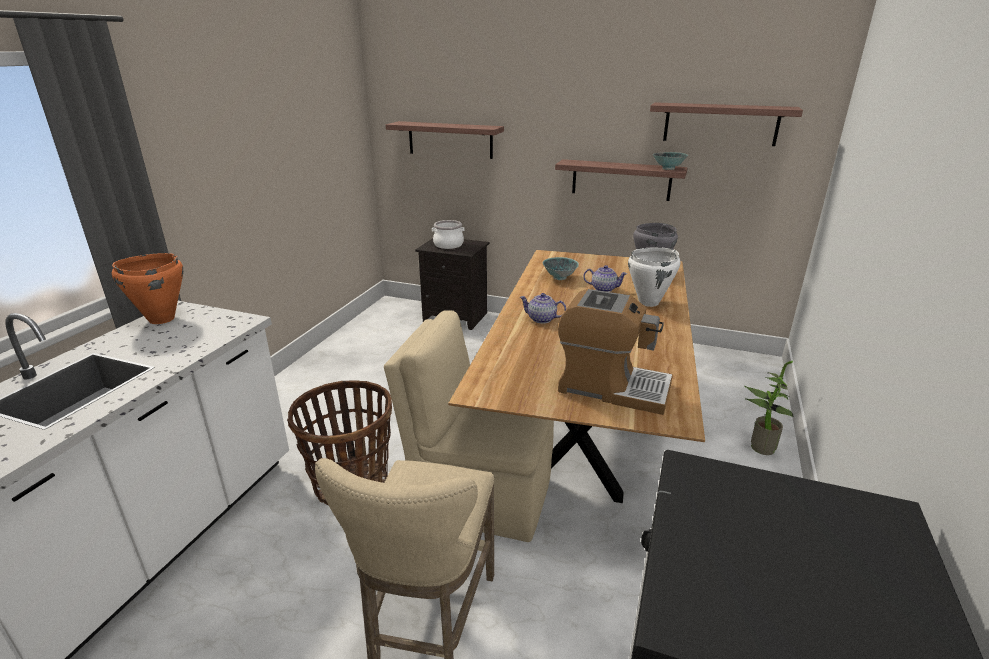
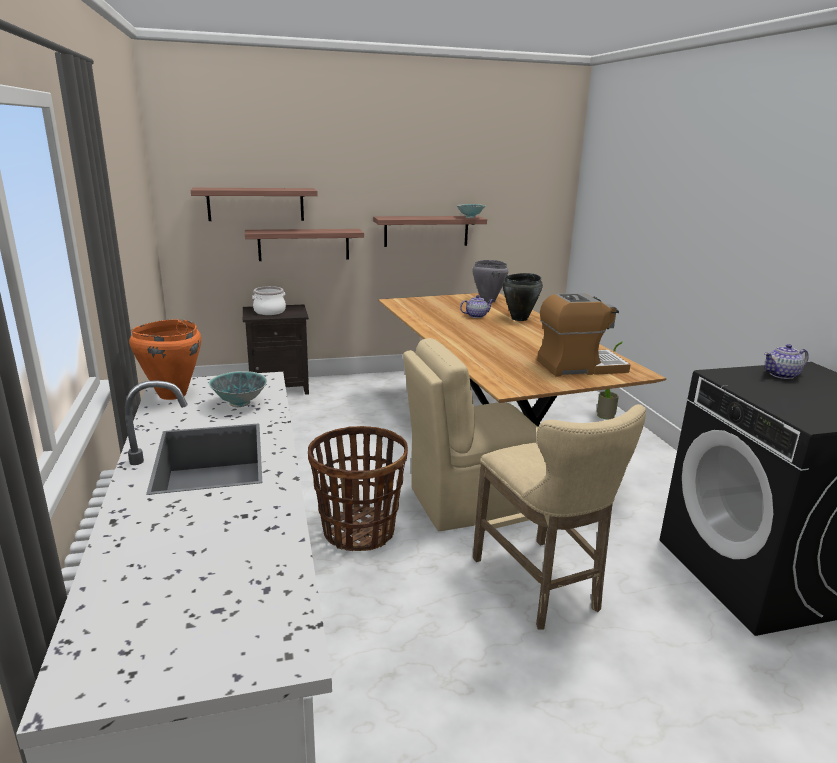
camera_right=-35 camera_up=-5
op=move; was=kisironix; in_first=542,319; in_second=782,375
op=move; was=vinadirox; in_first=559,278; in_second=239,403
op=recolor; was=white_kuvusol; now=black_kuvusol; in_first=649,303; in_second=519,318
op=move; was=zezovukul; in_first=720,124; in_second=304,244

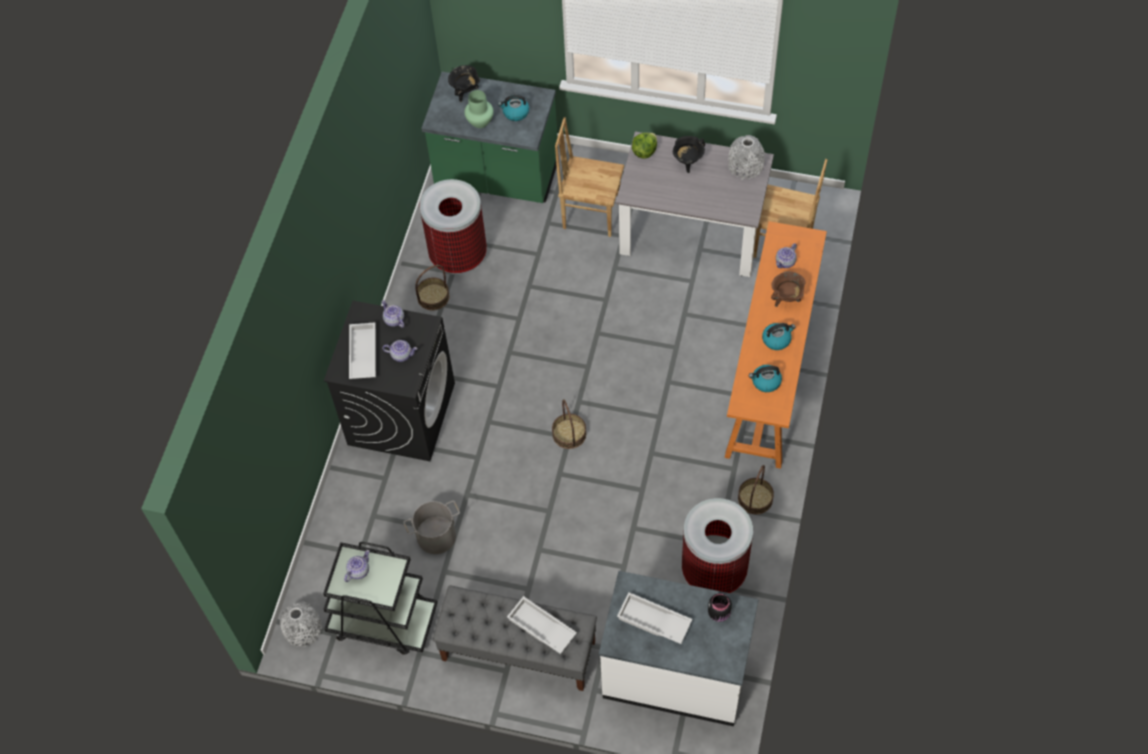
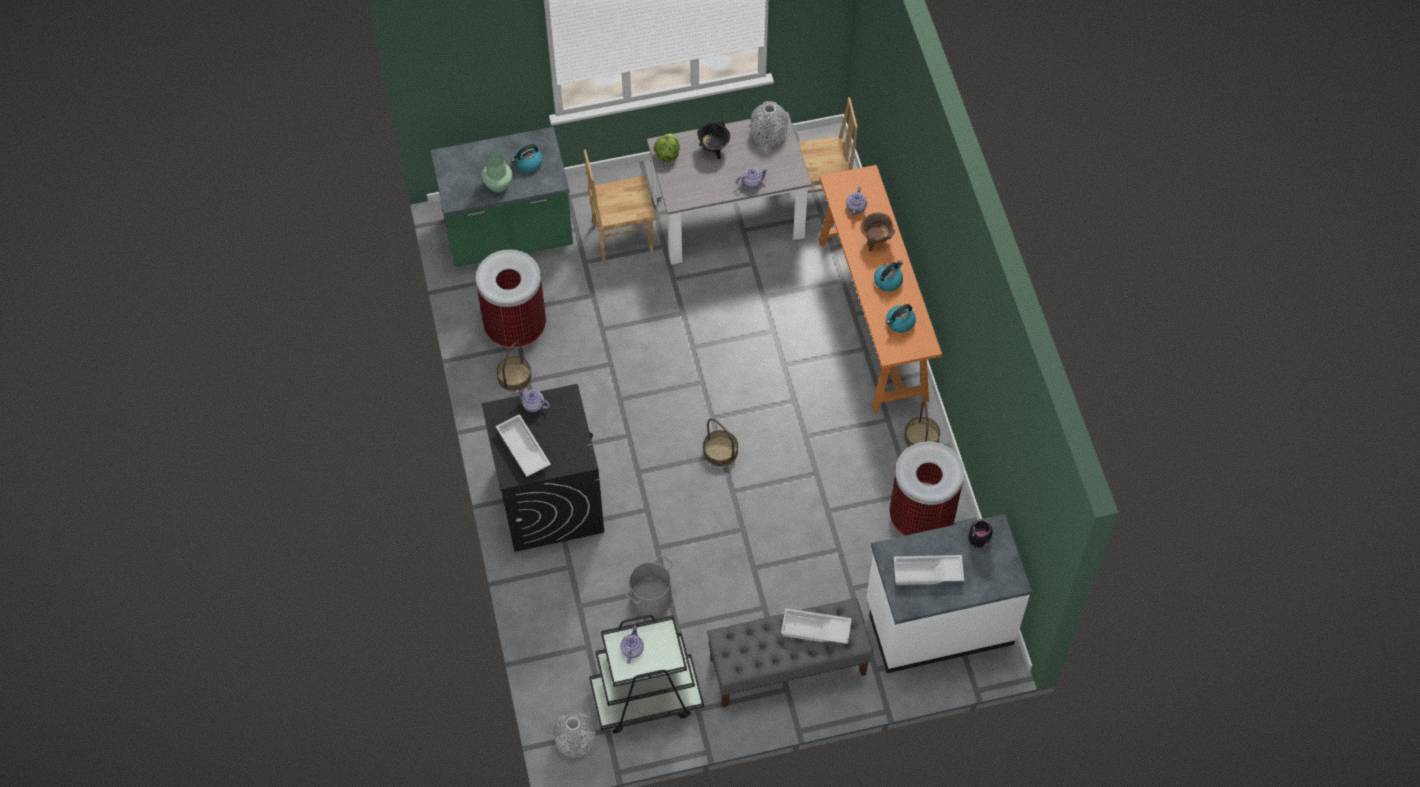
camera_right=-30 camera_up=0
op=move; was=kisironix; in_first=401,354; in_second=752,182
op=delete; was=black_kuvusol; in_first=465,92

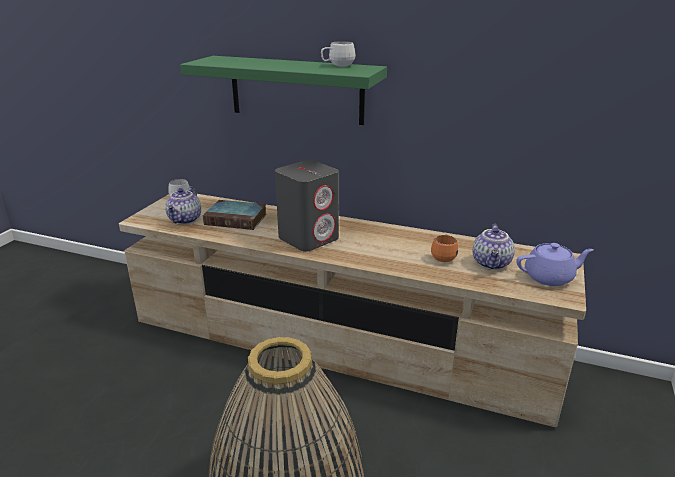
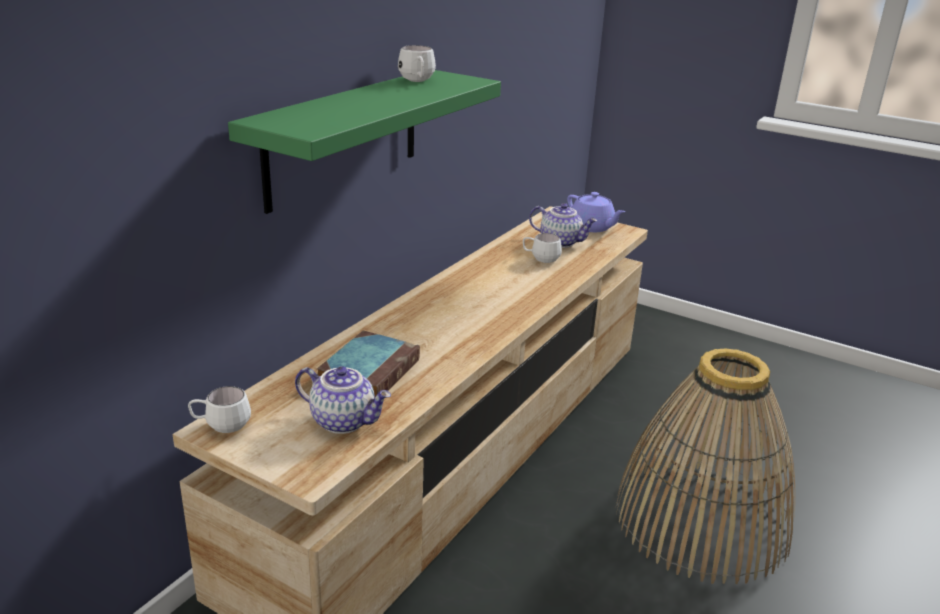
camera_right=-80 camera_up=0
op=delete; was=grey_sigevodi; in_first=309,238
op=recolor; was=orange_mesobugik; now=white_mesobugik; in_first=443,257; in_second=540,259
op=rotate; was=purple_kisironix; in_first=550,277; in_second=592,227; clockwise=135

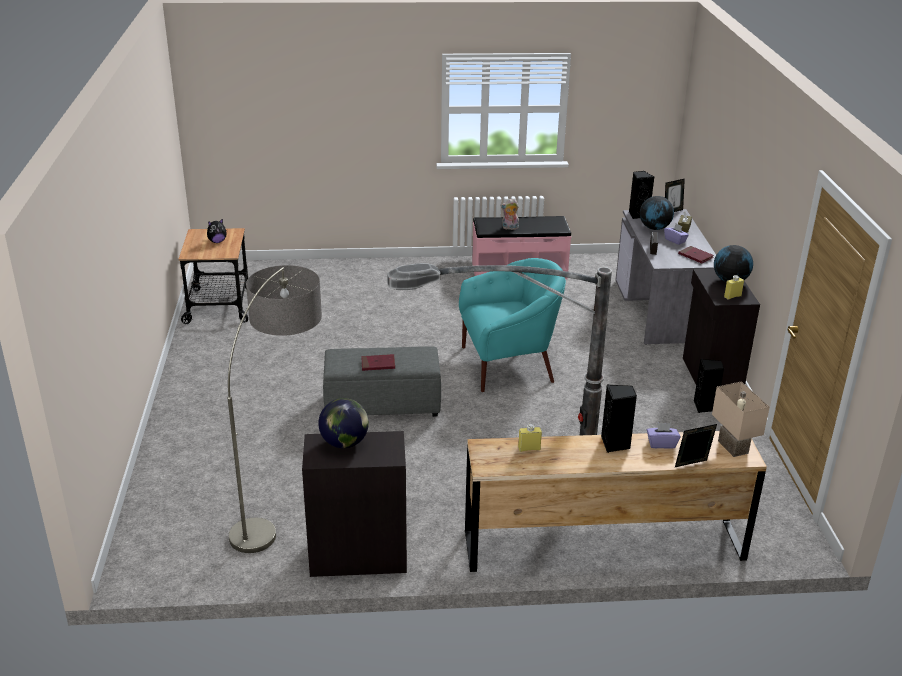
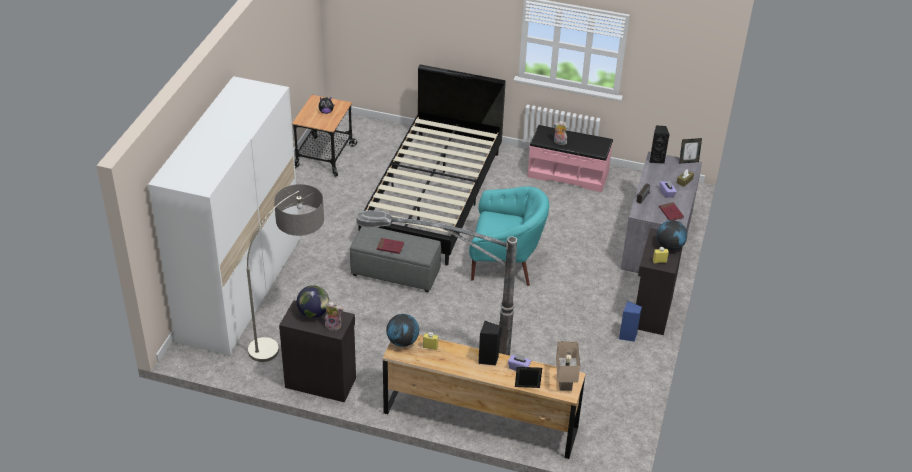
camera_right=20 camera_up=10
op=move; was=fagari; in_first=655,228; in_second=403,342
op=recolor; was=black_sigevodi; now=blue_sigevodi; in_first=705,407; in_second=628,336
op=insert; now=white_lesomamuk; in_second=240,289
op=insert; now=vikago; in_second=334,325
op=insert; now=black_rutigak; in_second=433,197

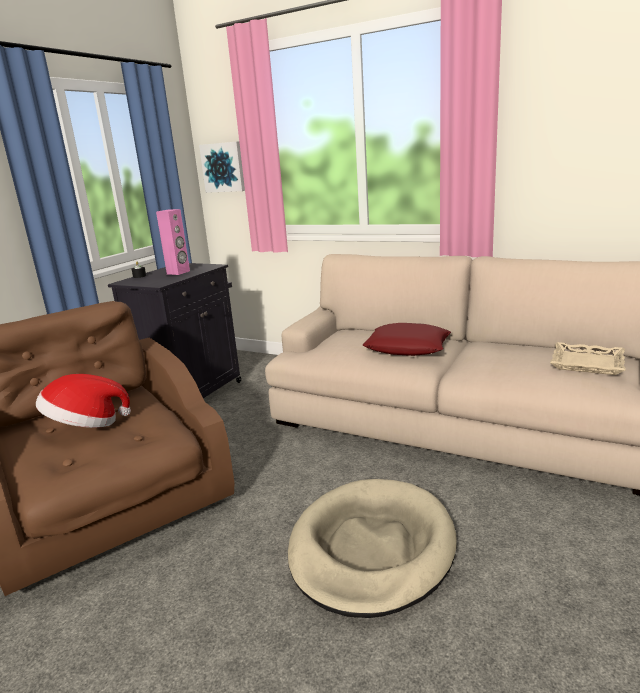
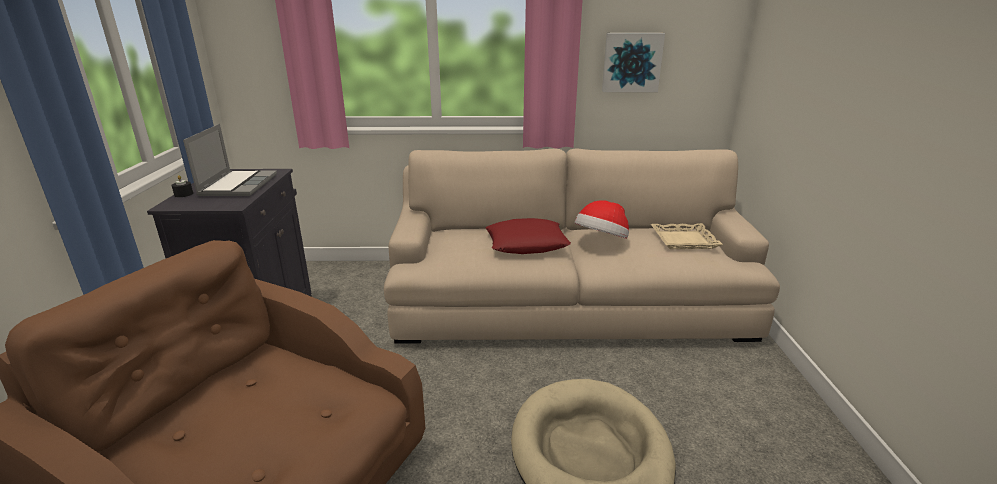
camera_right=-30 camera_up=5
op=move; was=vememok; in_first=86,425; in_second=601,241
op=replace; was=pink_sigevodi; now=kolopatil; in_first=178,272; in_second=238,185
op=move; was=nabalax; in_first=224,167; in_second=631,62

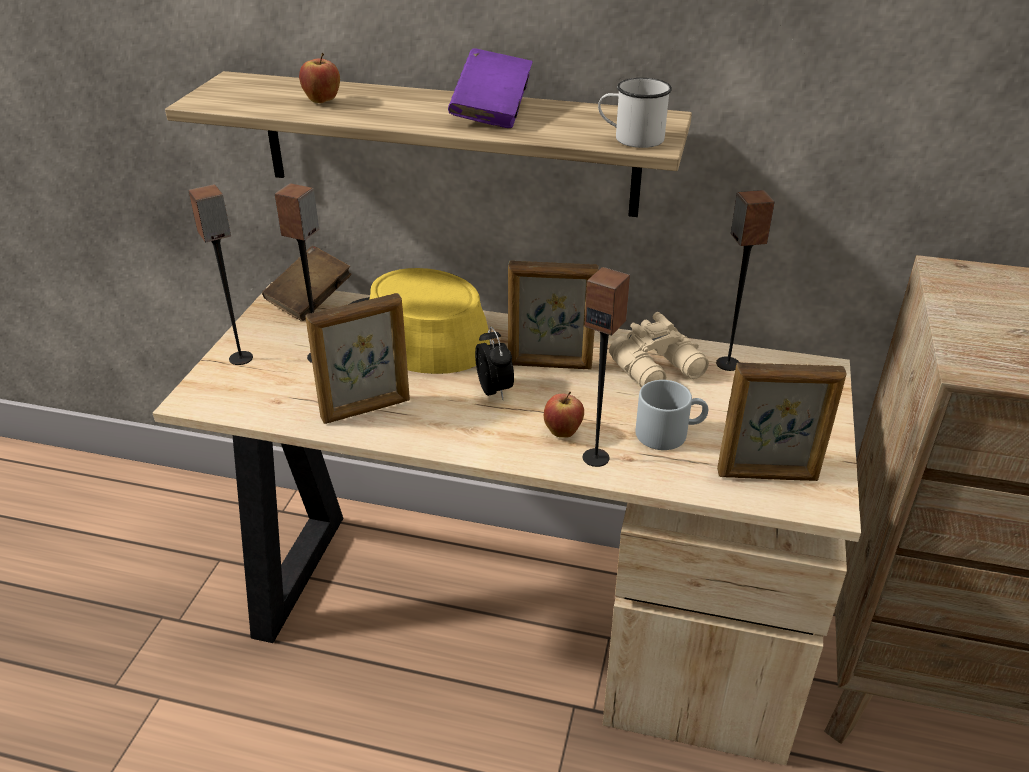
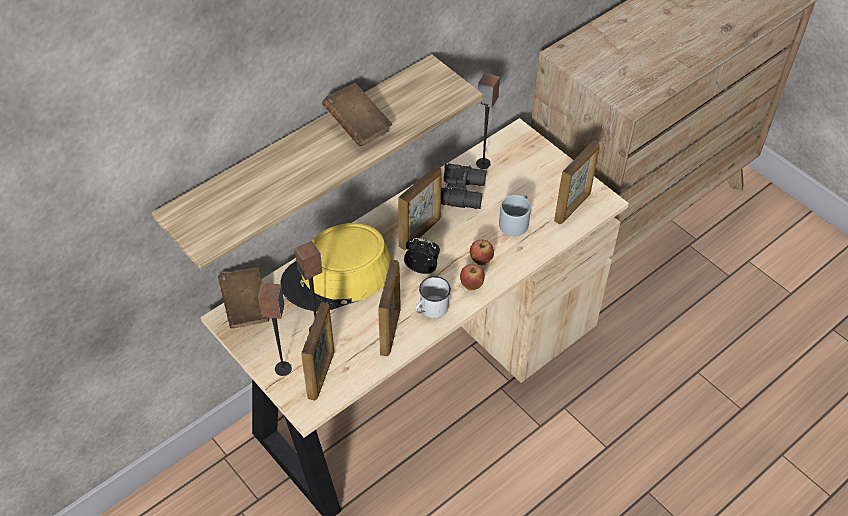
camera_right=-55 camera_up=15
op=move; was=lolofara; in_first=322,102; in_second=471,285
op=recolor; was=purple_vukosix; now=brown_vukosix; in_first=492,112; in_second=357,126
op=delete; was=sigevodi; in_first=596,457
op=move; was=white_mesobugik; in_first=631,138; in_second=430,309
op=recolor; was=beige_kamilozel; now=black_kamilozel; in_first=659,369; in_second=464,192
op=insert; now=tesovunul; in_second=321,374

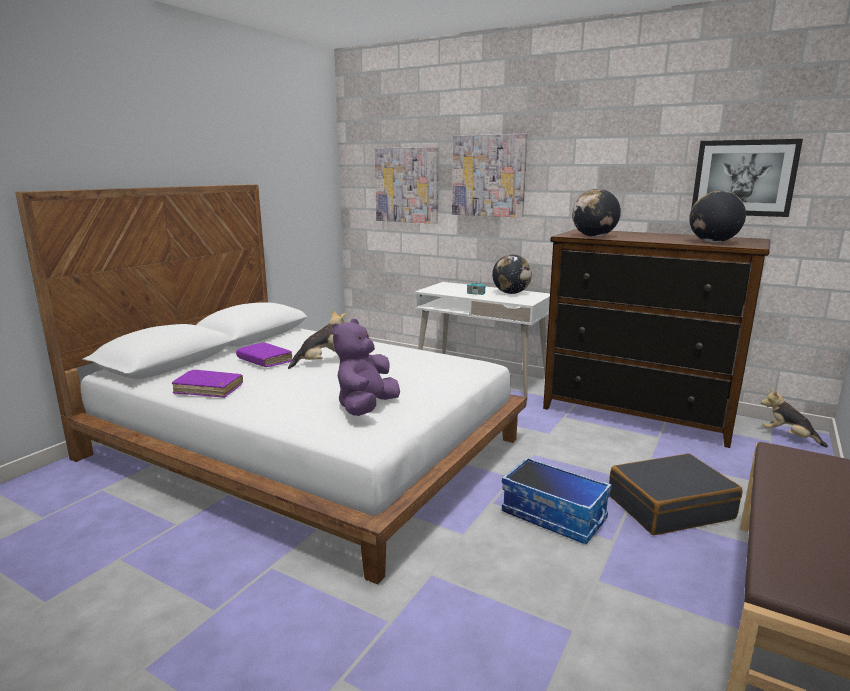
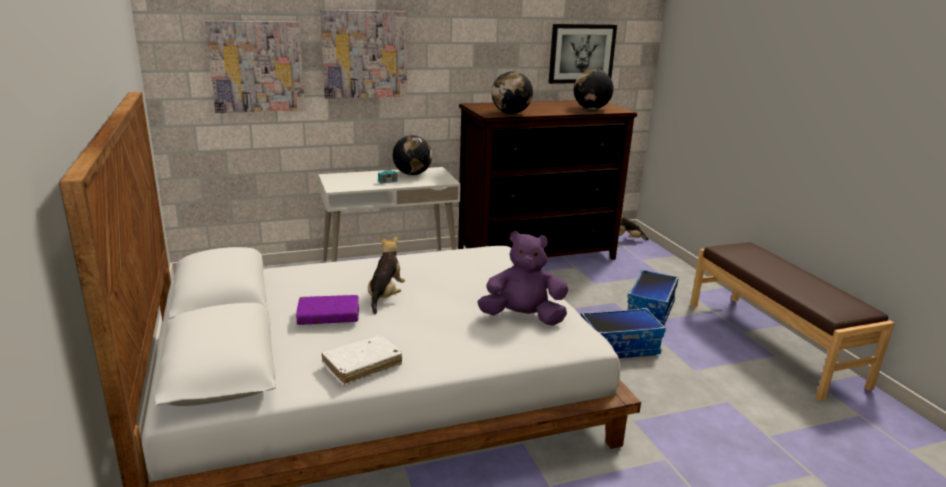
camera_right=-50 camera_up=5
op=recolor; was=purple_vukosix; now=white_vukosix; in_first=209,389; in_second=362,366
op=rotate; was=purple_vikago; in_first=366,408; in_second=523,318; clockwise=120
op=replace; was=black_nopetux; now=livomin; in_first=669,506; in_second=651,310

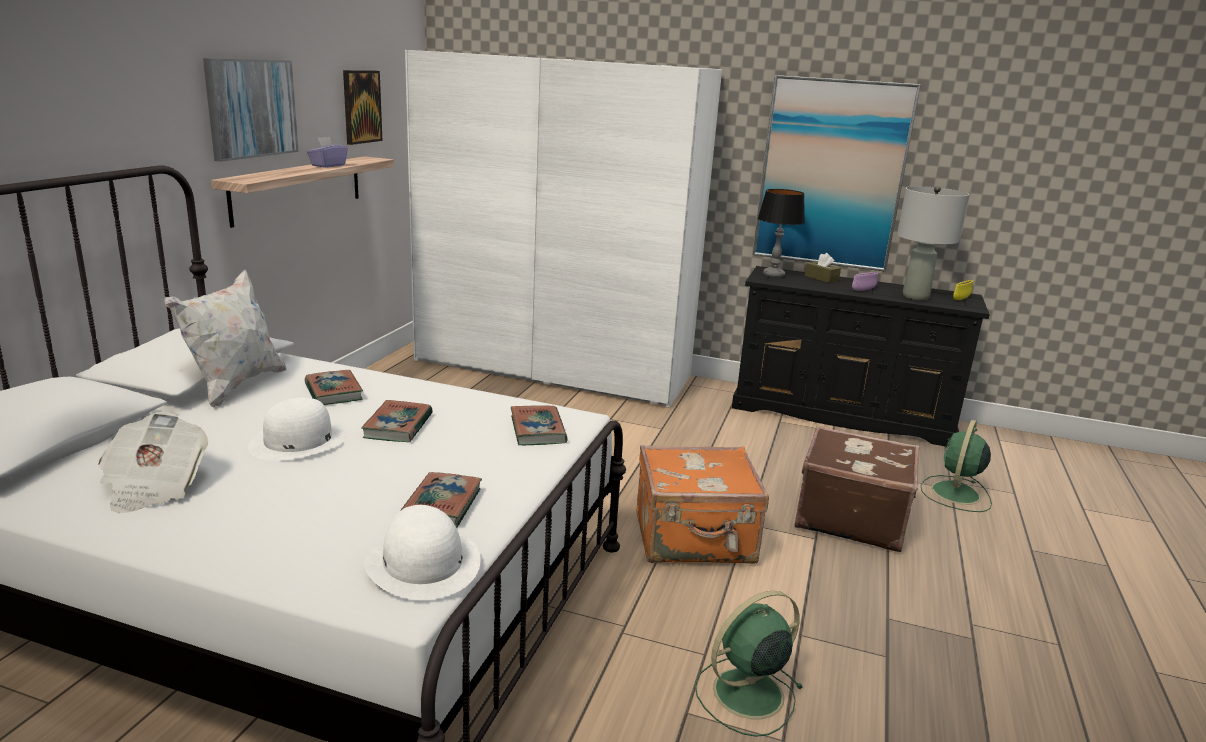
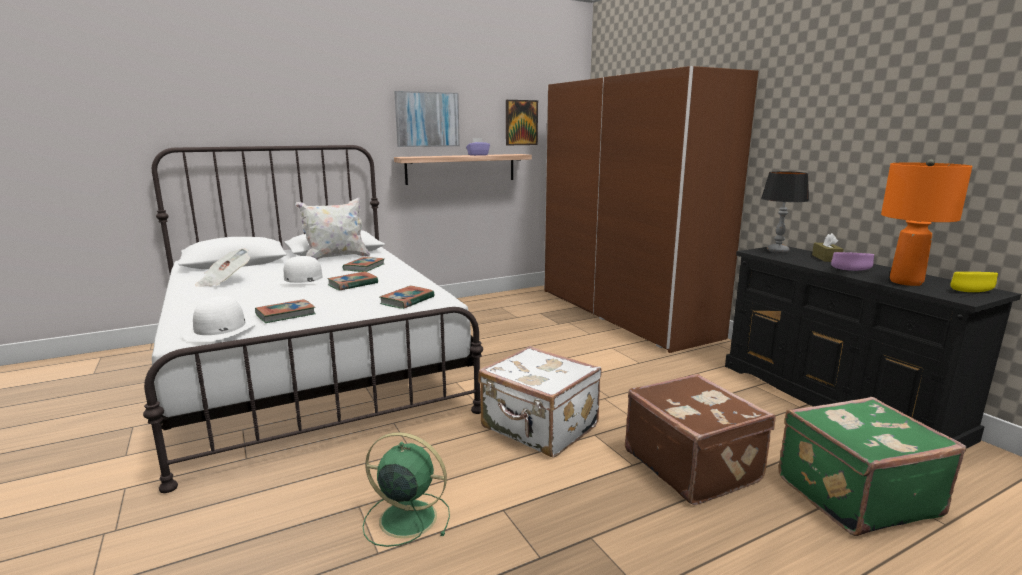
camera_right=45 camera_up=-5
op=recolor; was=white_lesomamuk; now=brown_lesomamuk; in_first=553,369; in_second=624,312
op=recolor; was=orange_nopetux; now=white_nopetux; in_first=695,539; in_second=539,428
op=delete; was=nabalax; in_first=831,174
op=recolor; was=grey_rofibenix; now=orange_rofibenix; in_first=916,296; in_second=906,282
op=replace; was=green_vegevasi; now=green_nopetux; in_first=955,494; in_second=853,494

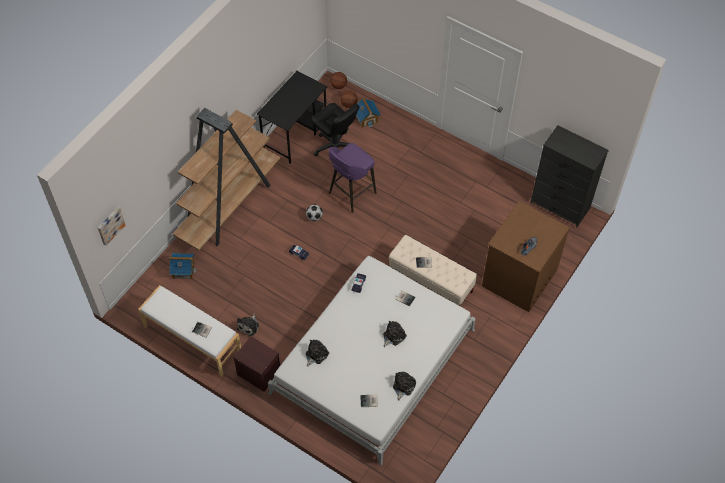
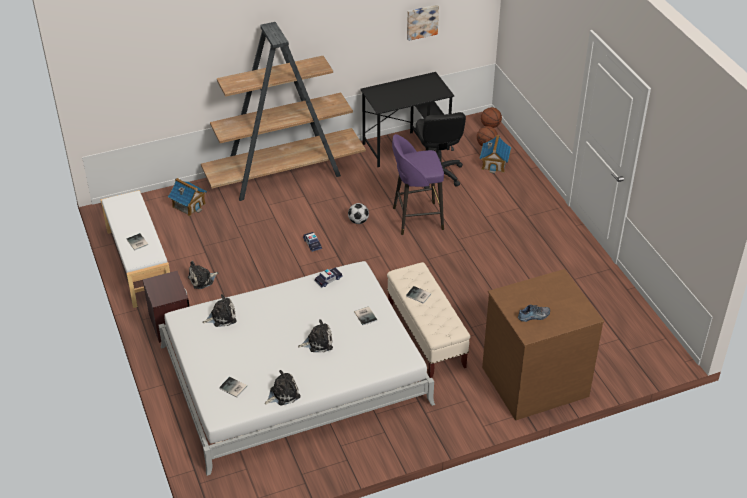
camera_right=35 camera_up=-15
op=move; was=nabalax; in_first=110,225; in_second=421,21
op=delete; was=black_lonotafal; in_first=560,206

